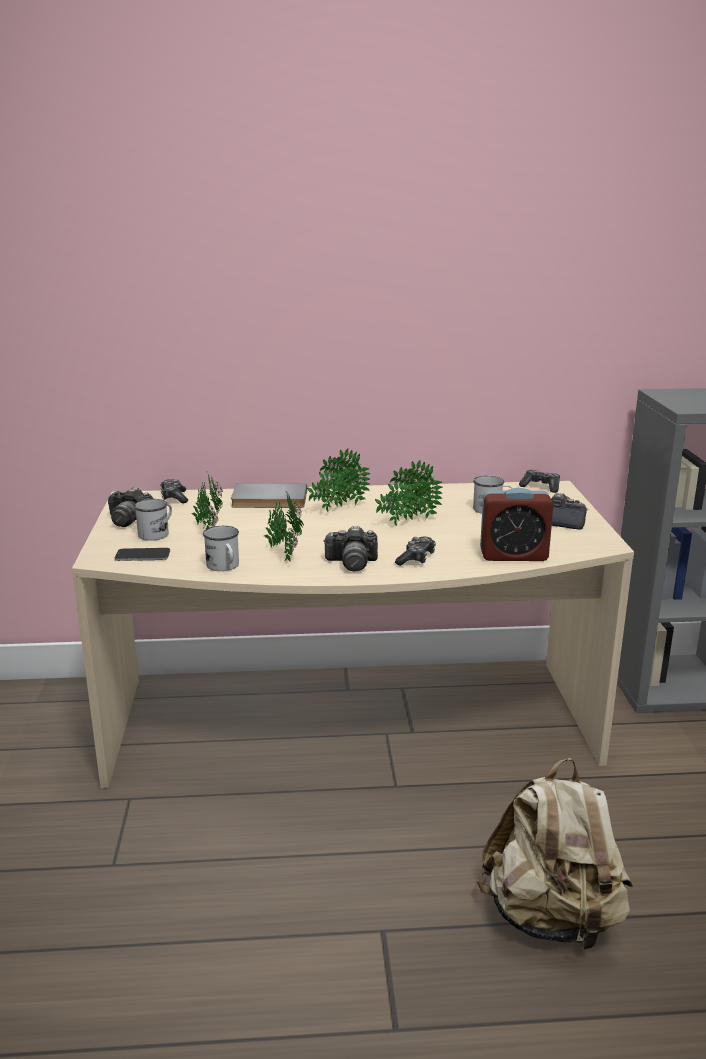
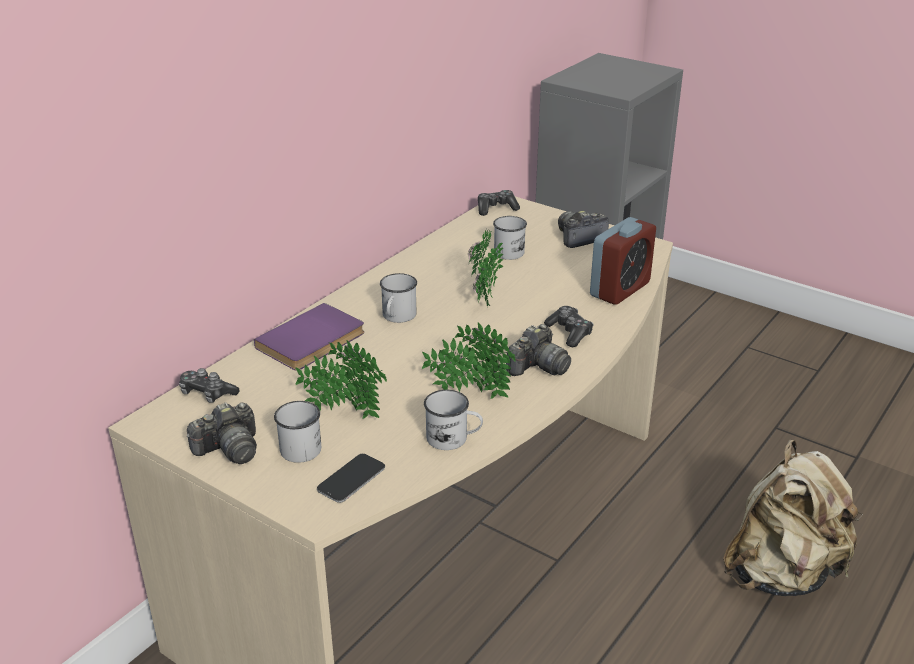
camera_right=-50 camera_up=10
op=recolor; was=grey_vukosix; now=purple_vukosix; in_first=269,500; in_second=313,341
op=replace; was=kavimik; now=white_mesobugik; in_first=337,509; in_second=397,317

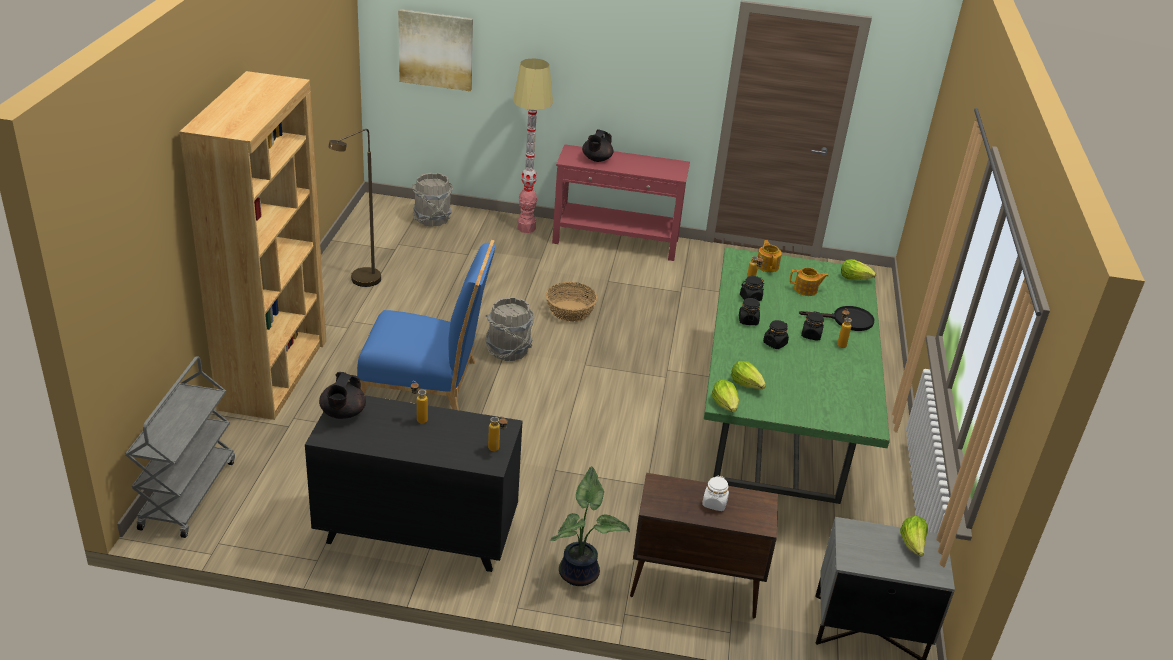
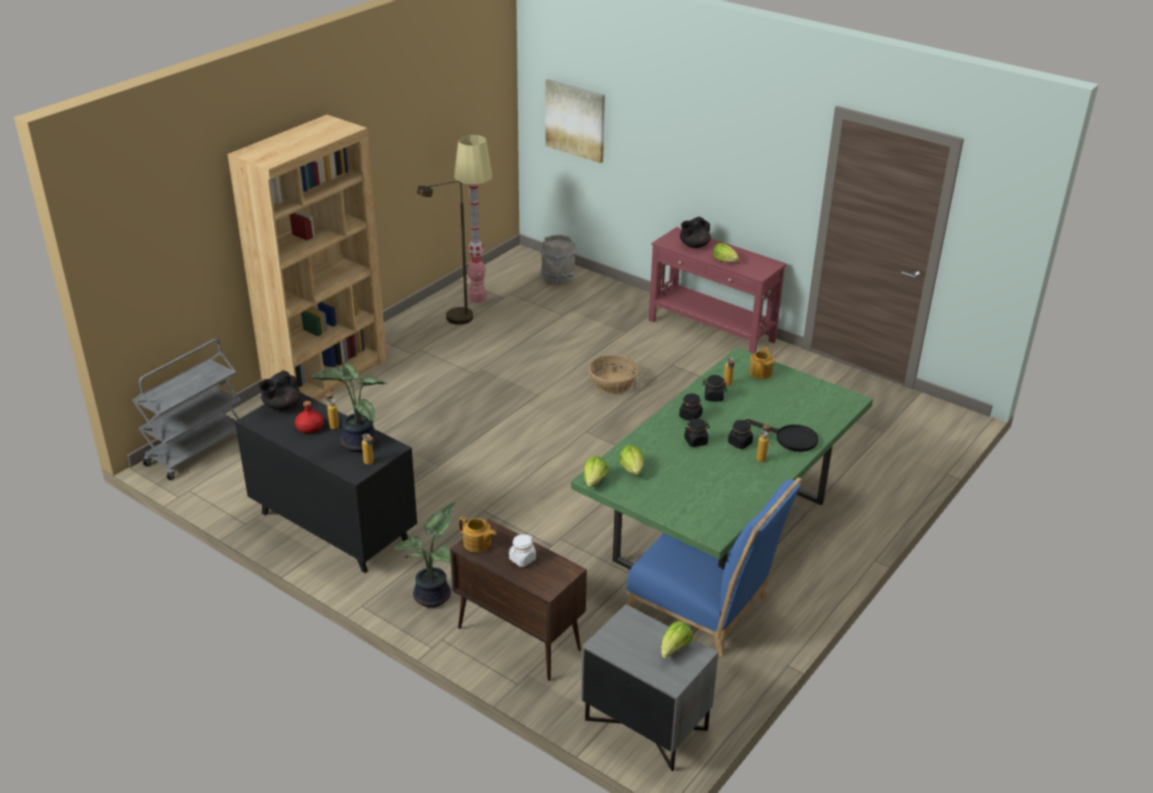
camera_right=30 camera_up=0
op=move; was=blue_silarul; in_first=426,381; in_second=704,609
op=delete; was=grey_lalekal; in_first=508,350
op=move; was=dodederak; in_first=526,228; in_second=477,298
op=move; was=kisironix; in_first=806,290; in_second=477,543
op=move; was=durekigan; in_first=855,278; in_second=725,260
op=insert; now=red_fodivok; in_second=310,428
op=insert; now=kavimik; in_second=357,442

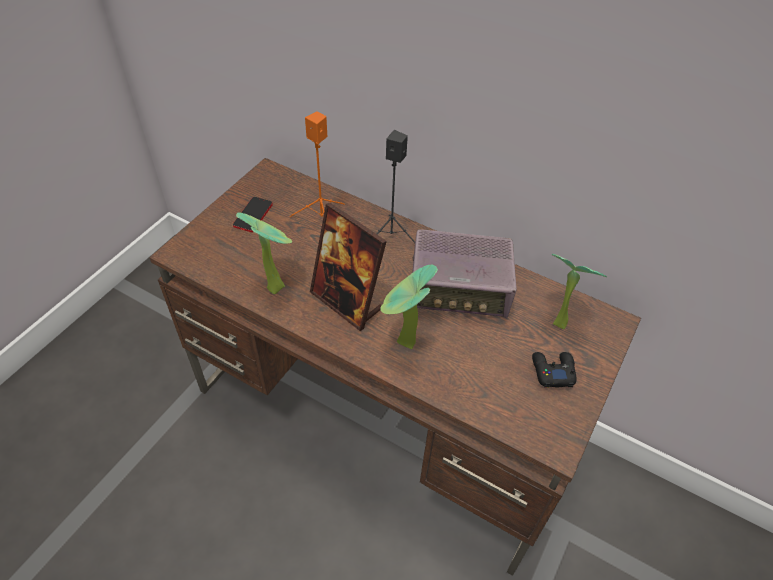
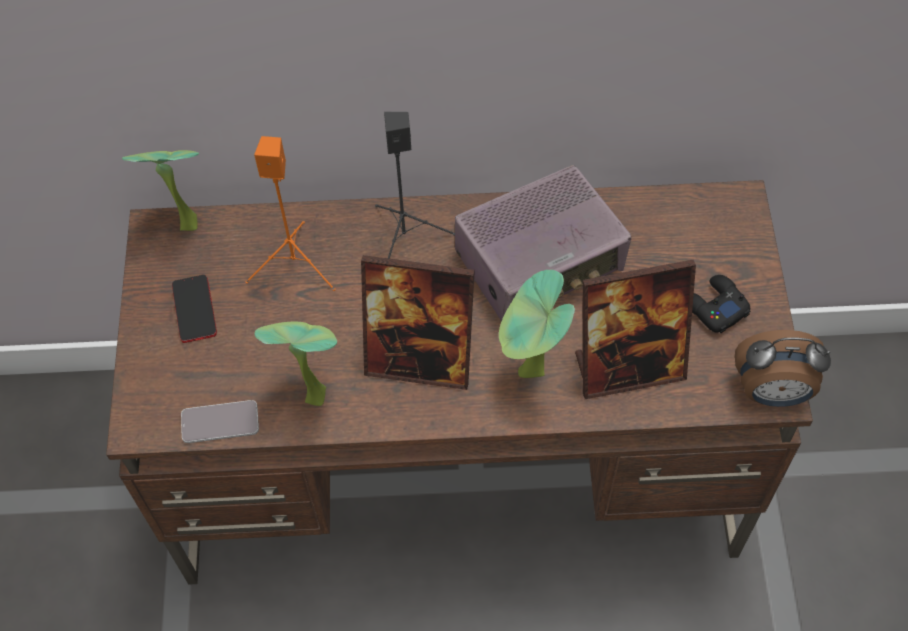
camera_right=-30 camera_up=10
op=move; was=kavimik; in_first=558,319; in_second=185,220
op=insert; now=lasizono; in_second=220,422
op=insert; now=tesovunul; in_second=628,367
op=insert; now=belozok; in_second=772,392

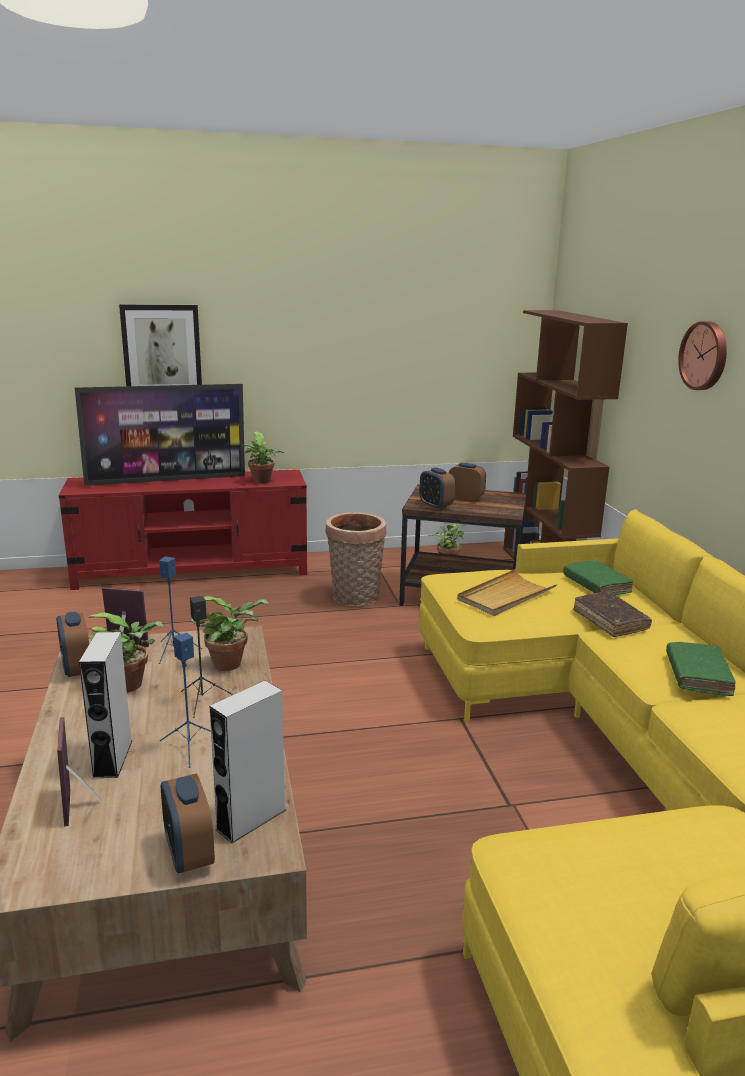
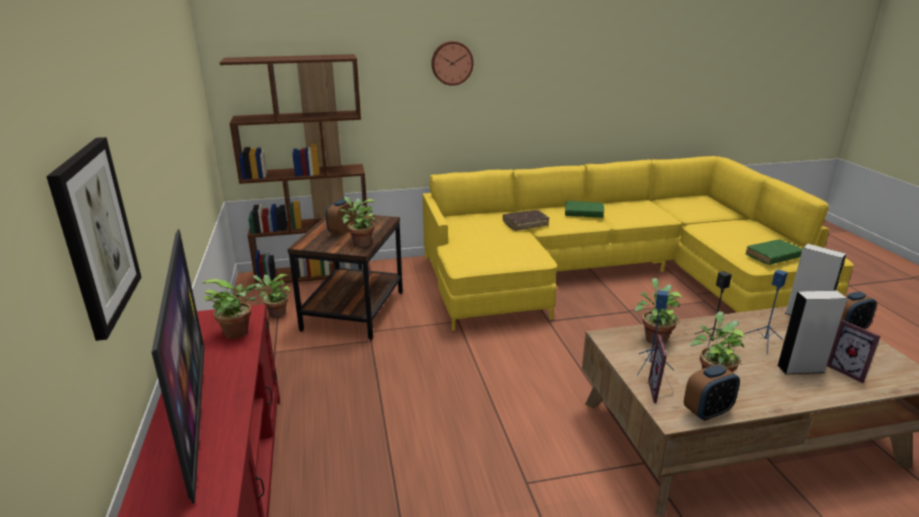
camera_right=-90 camera_up=5
op=rotate; was=tesovunul; in_first=83,804; in_second=849,370; clockwise=75
op=delete; was=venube; in_first=355,598
op=replace; was=belozok; now=kavimik; in_first=435,505; in_second=360,243
op=delete; was=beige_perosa; in_first=505,596
op=move; was=green_vukosix; in_first=596,585; in_second=772,257

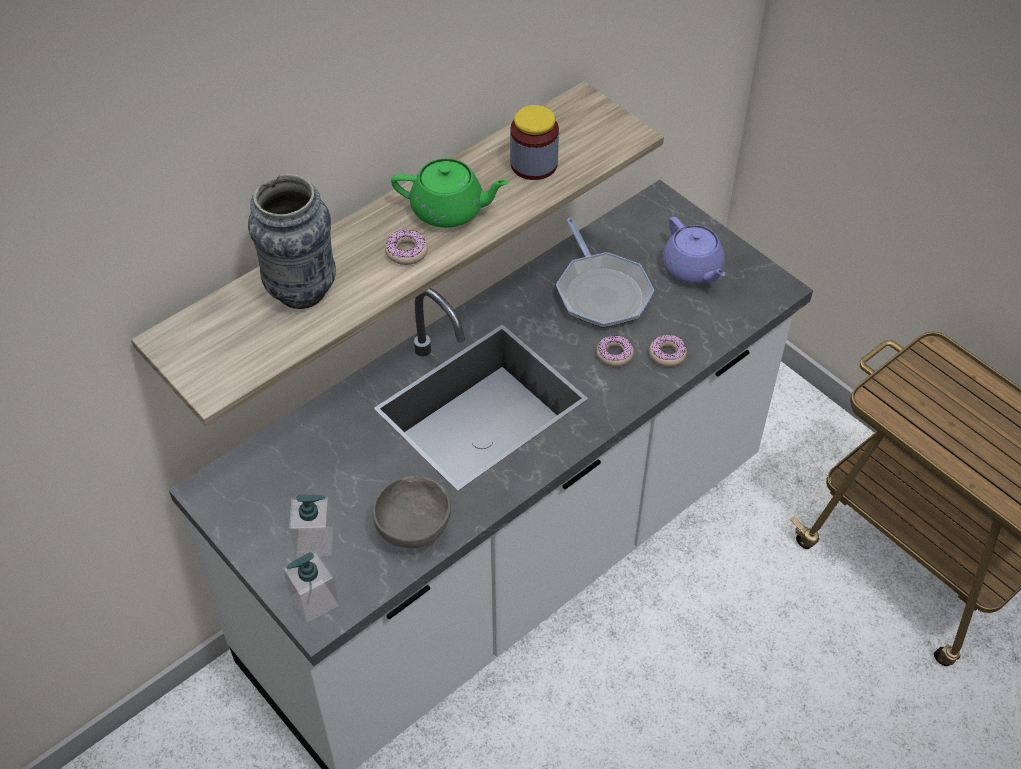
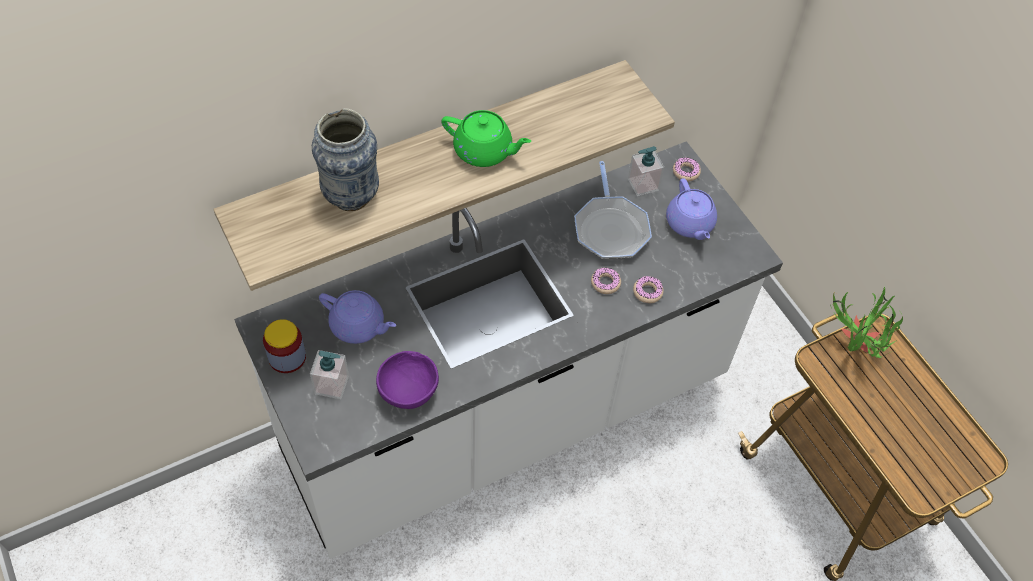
camera_right=10 camera_up=5
op=move; was=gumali; in_first=314,601; in_second=643,184
op=recolor; was=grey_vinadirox; now=purple_vinadirox; in_first=415,529; in_second=409,392
op=move; was=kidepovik; in_first=406,252; in_second=686,172
op=move; was=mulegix; in_first=534,164; in_second=287,357
op=insert; now=purple_kisironix; in_second=358,326
op=insert; now=kavimik; in_second=852,352

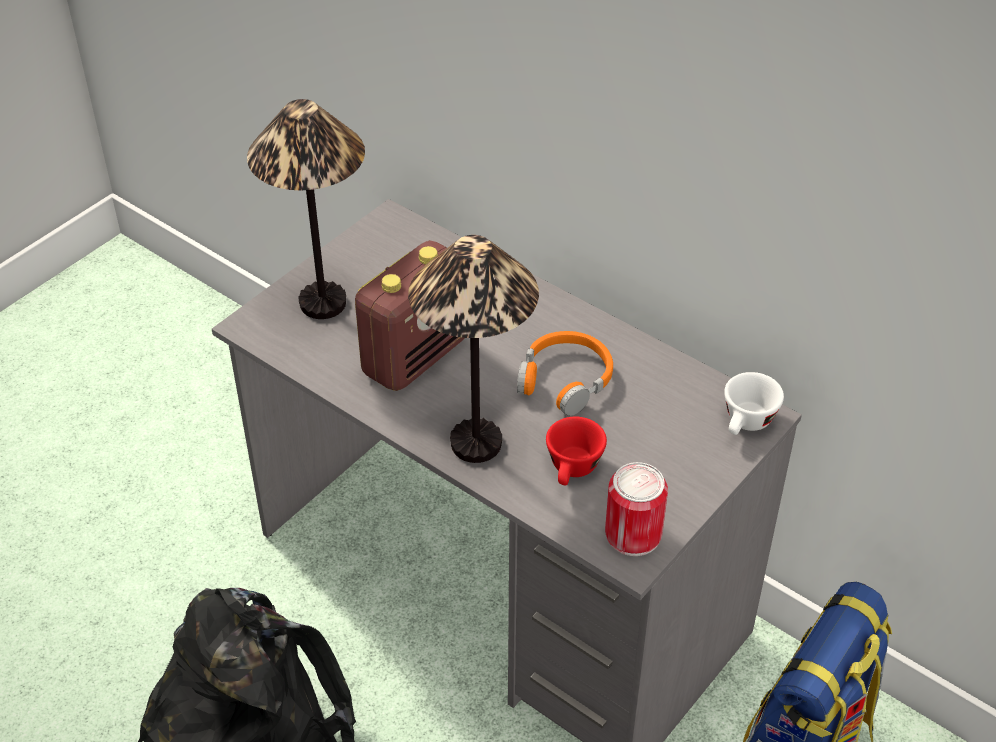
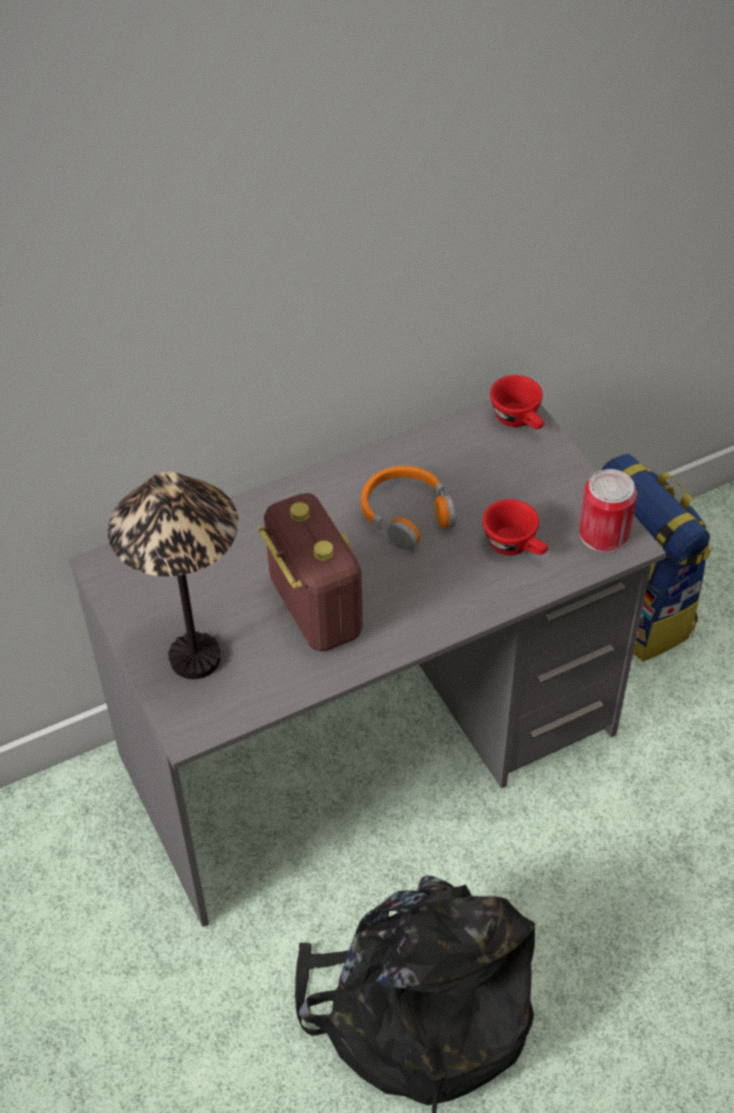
camera_right=-65 camera_up=5
op=delete; was=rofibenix; in_first=475,442
op=recolor; was=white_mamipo; now=red_mamipo; in_first=746,424; in_second=519,420

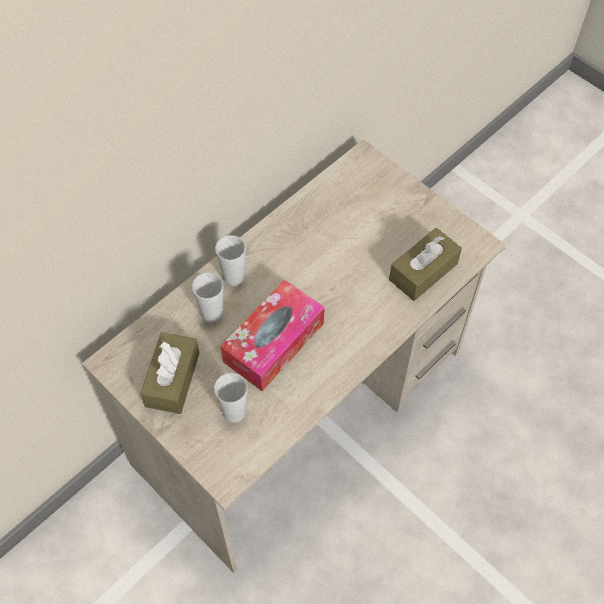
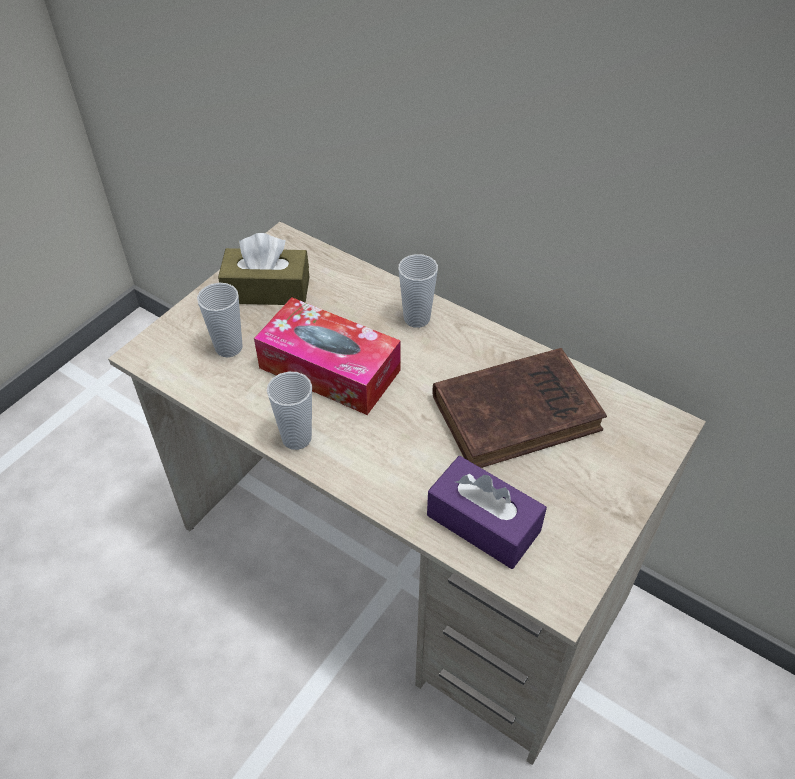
camera_right=80 camera_up=-10
op=move; was=mamipo; in_first=212,314; in_second=296,438
op=recolor; was=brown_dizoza; now=purple_dizoza; in_first=423,271; in_second=483,523
op=insert; now=brown_vukosix; in_second=520,412

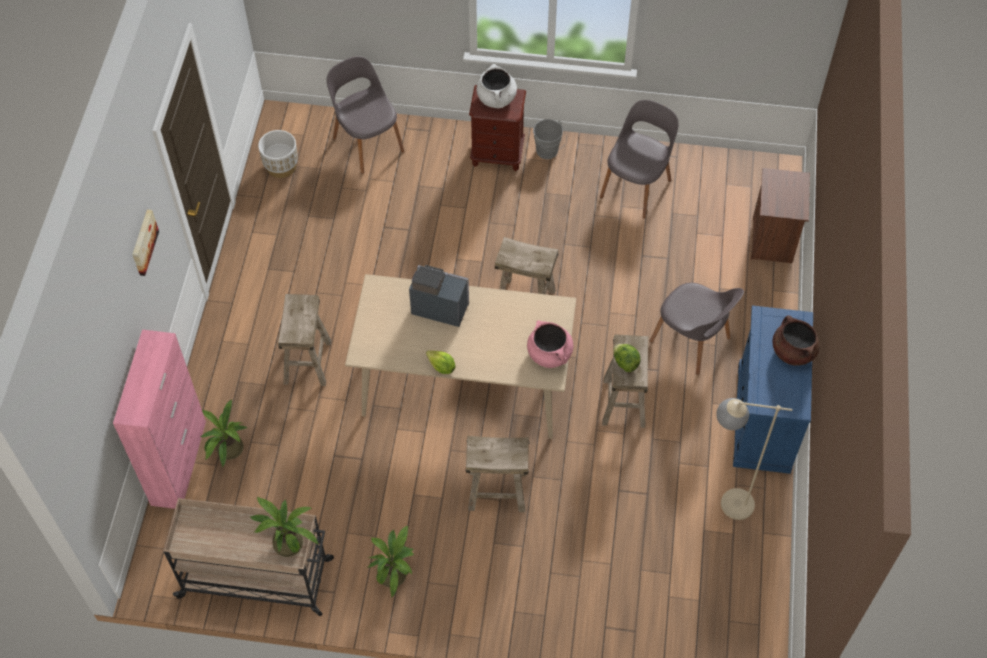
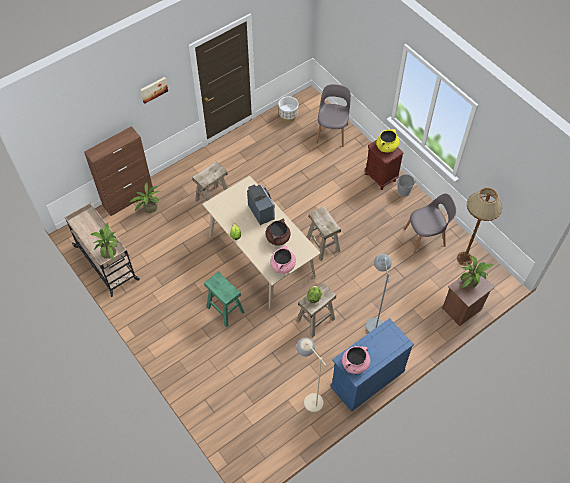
camera_right=45 camera_up=0
op=recolor; was=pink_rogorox; now=brown_rogorox; in_first=179,462; in_second=128,198
op=move; was=kavimik; in_first=395,572; in_second=471,282
op=recolor; was=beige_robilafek; now=green_robilafek; in_first=496,491; in_second=225,309
op=recolor; was=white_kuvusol; now=yellow_kuvusol; in_first=496,98; in_second=386,147
op=replace; was=grey_silarul; now=grey_dodederak; in_first=691,341; in_second=373,320
op=move; was=brown_kuvusol; in_first=792,351; in_second=278,238
op=insert; now=pink_kuvusol; in_second=355,364
op=insert; now=brown_dodederak; in_second=464,259

